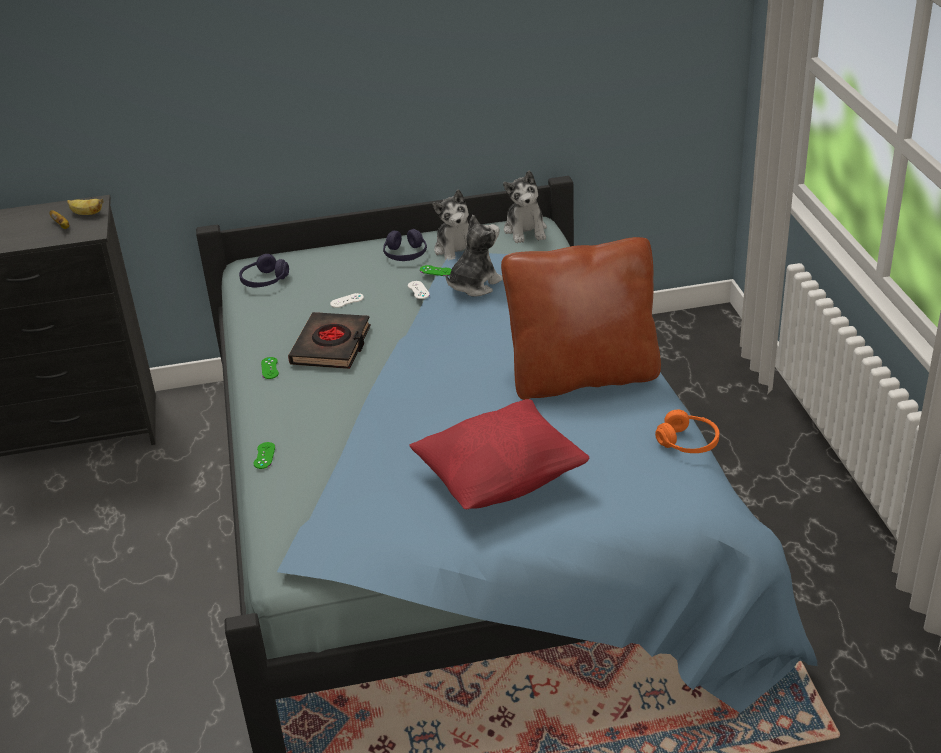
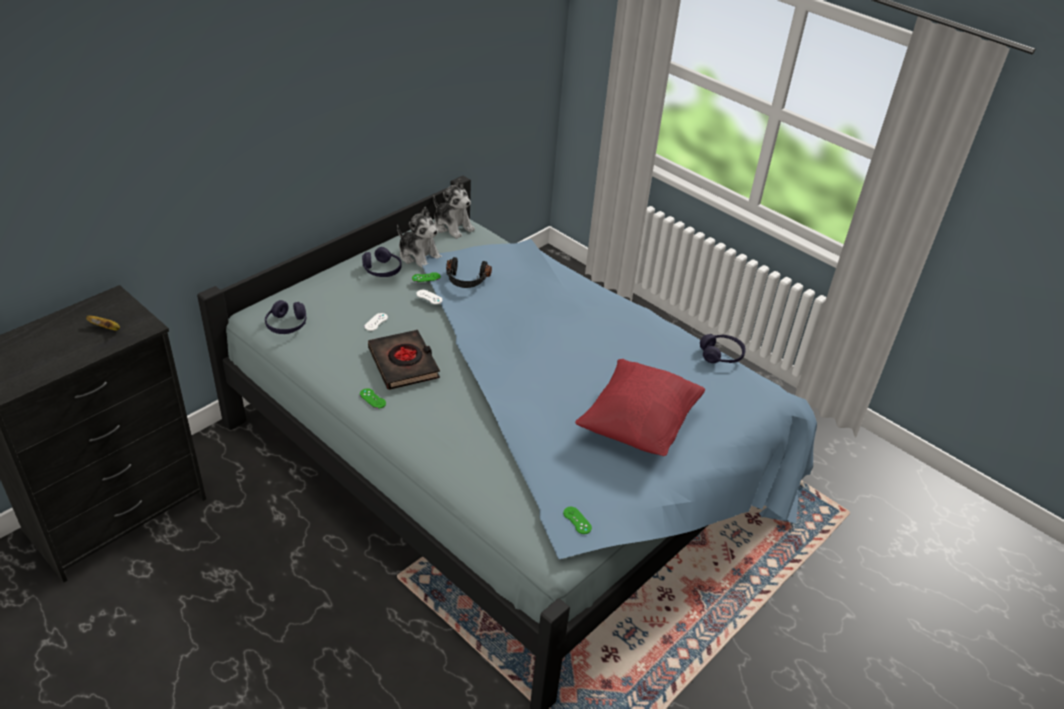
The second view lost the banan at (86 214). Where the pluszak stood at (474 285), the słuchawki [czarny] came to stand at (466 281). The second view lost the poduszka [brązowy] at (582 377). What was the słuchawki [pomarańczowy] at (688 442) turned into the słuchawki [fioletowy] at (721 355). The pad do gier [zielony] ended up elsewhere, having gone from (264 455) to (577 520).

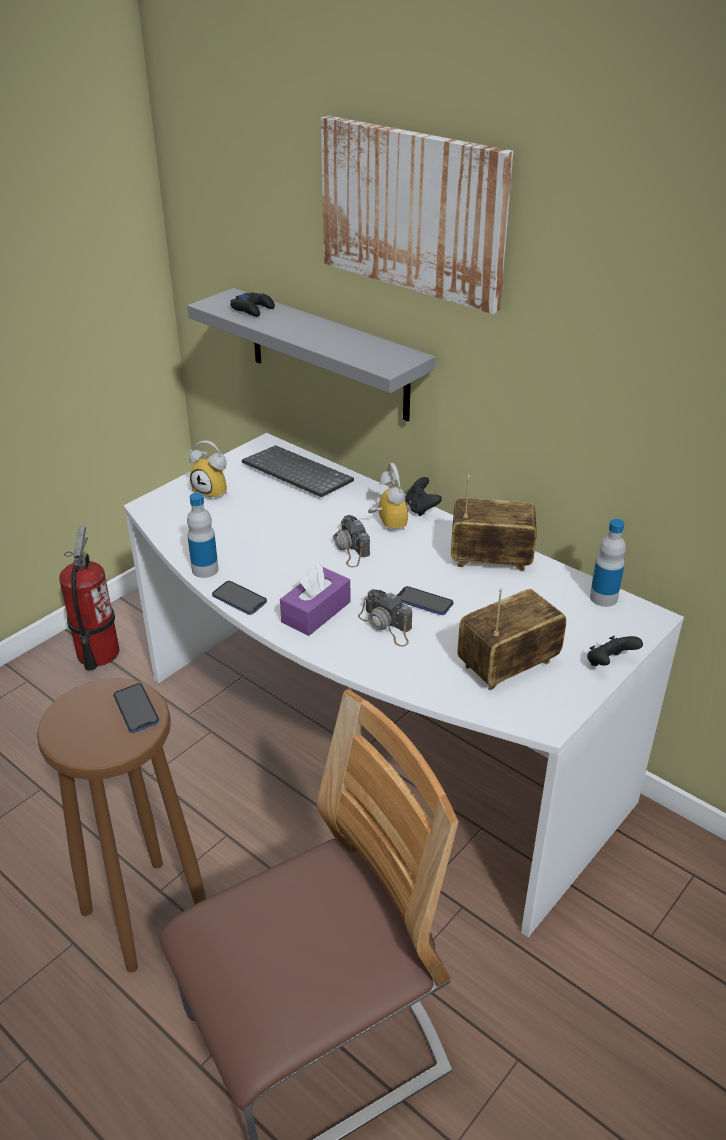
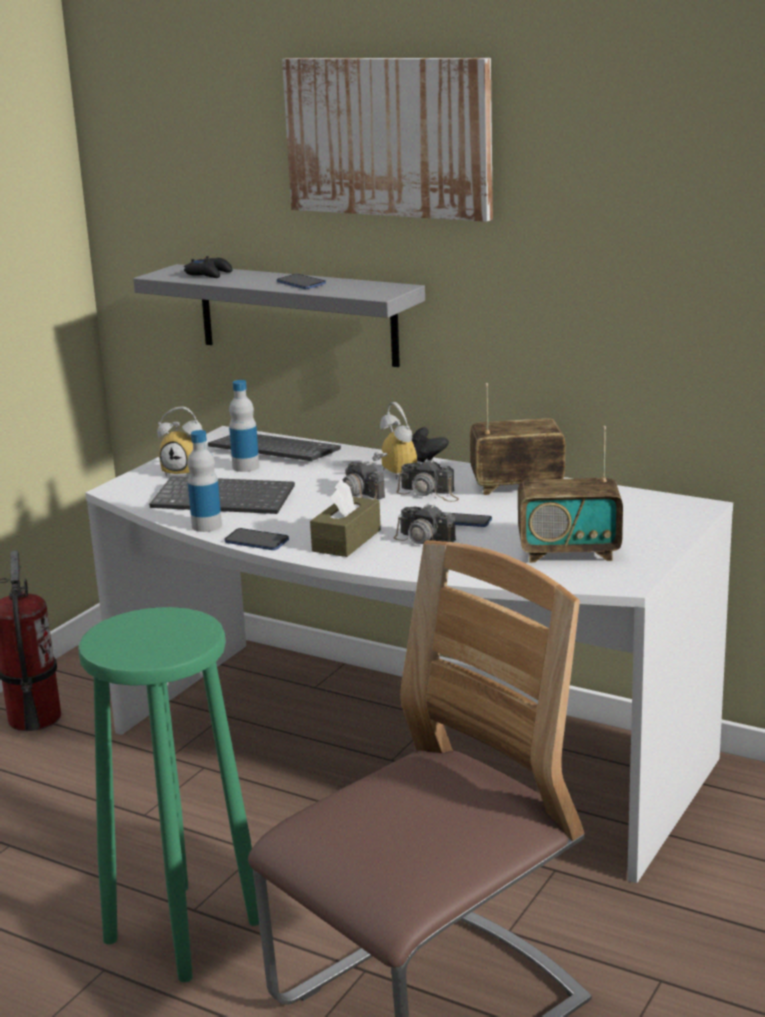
The butelka ended up elsewhere, having gone from (603 598) to (245 467). What was the pudełko chusteczek [fioletowy] at (316 612) turned into the pudełko chusteczek [brązowy] at (346 540). The radio at (508 666) ended up facing another way, 135 degrees counterclockwise from before. The second view lost the pad do gier [czarny] at (609 664). What was the stołek [brązowy] at (144 912) turned into the stołek [zielony] at (182 930). The telefon ended up elsewhere, having gone from (136 709) to (301 283). The second view gained the aparat fotograficzny at (429 493). The second view gained the klawiatura at (225 498).

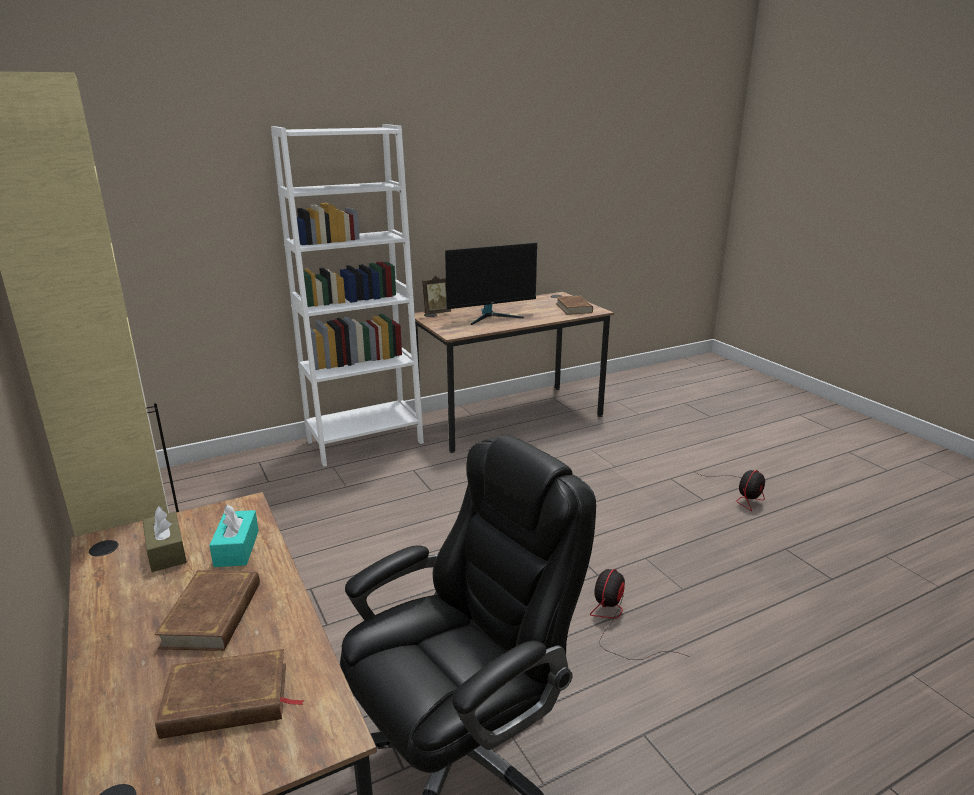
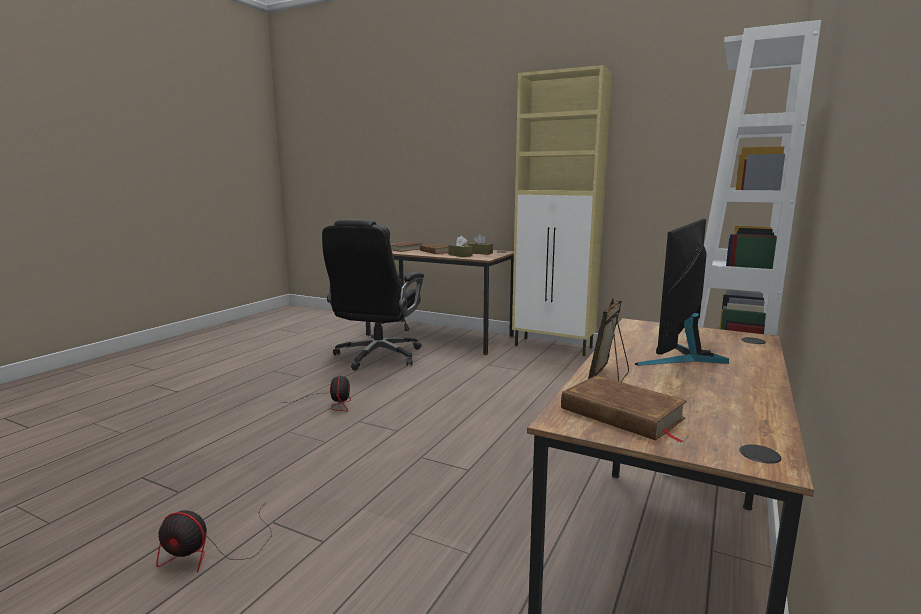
The ramka na zdjęcie ended up elsewhere, having gone from (436 313) to (609 376). The wentylator at (742 494) ended up facing another way, 90 degrees counterclockwise from before. What was the pudełko chusteczek [turkusowy] at (237 548) turned into the pudełko chusteczek [brązowy] at (460 255).

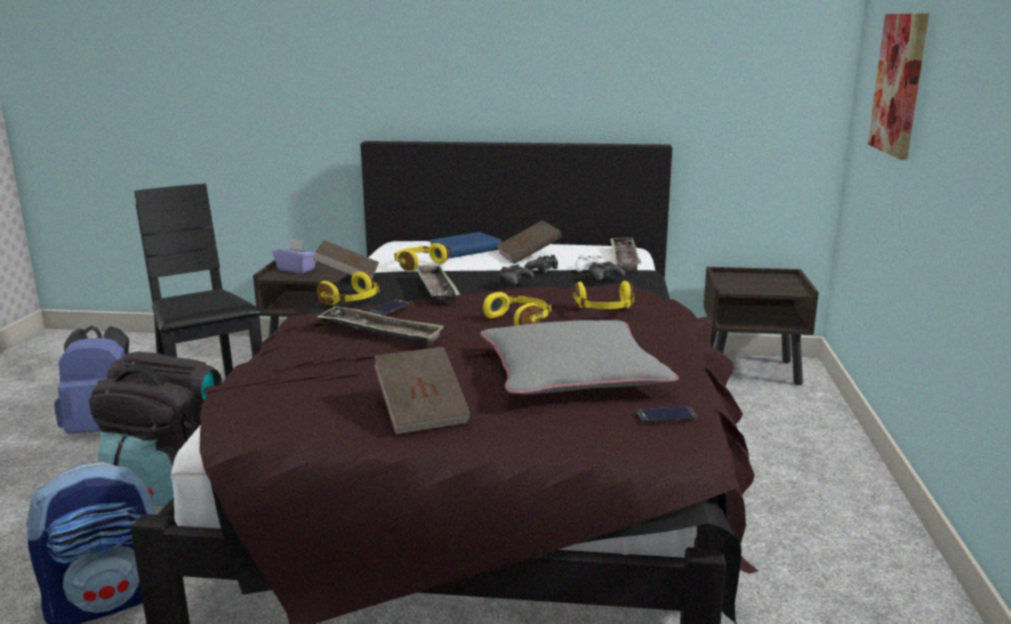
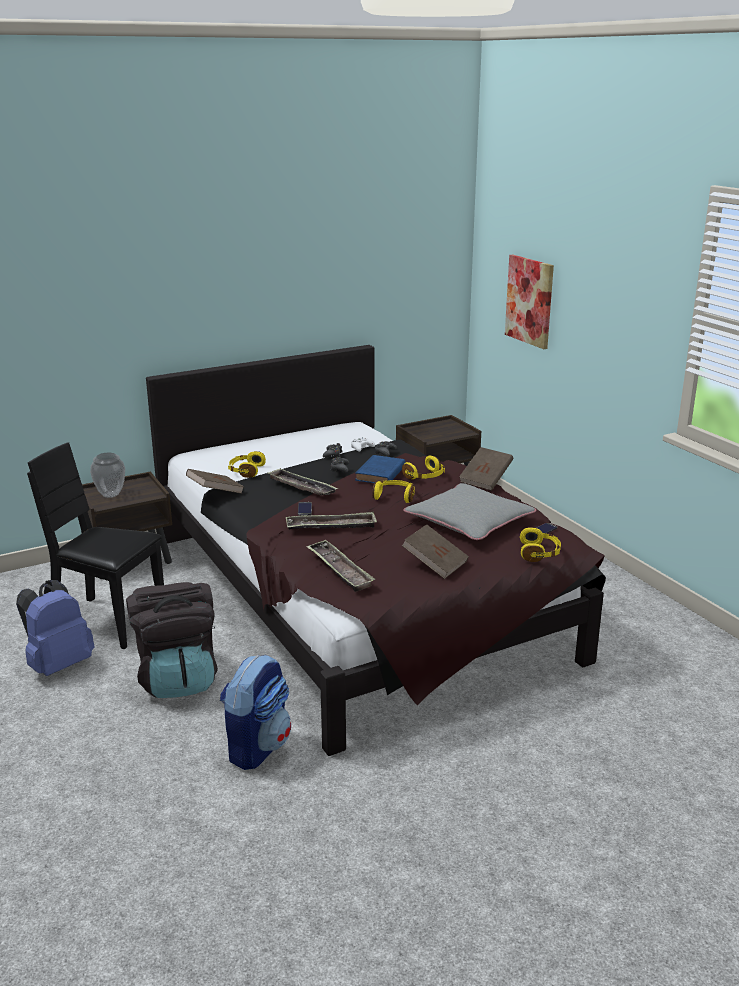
The książka [brązowy] ended up elsewhere, having gone from (528 256) to (485 480). The książka [niebieski] ended up elsewhere, having gone from (463 250) to (380 474). The taca ended up elsewhere, having gone from (624 258) to (339 570). Where the pudełko chusteczek [fioletowy] stood at (296 270), the wazon came to stand at (110 495). The słuchawki [żółty] ended up elsewhere, having gone from (352 301) to (539 553).

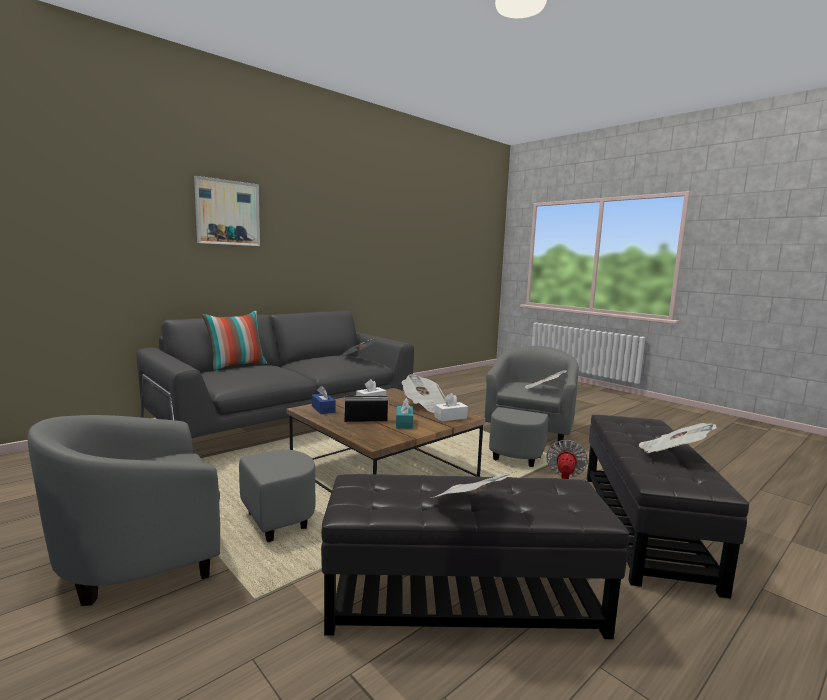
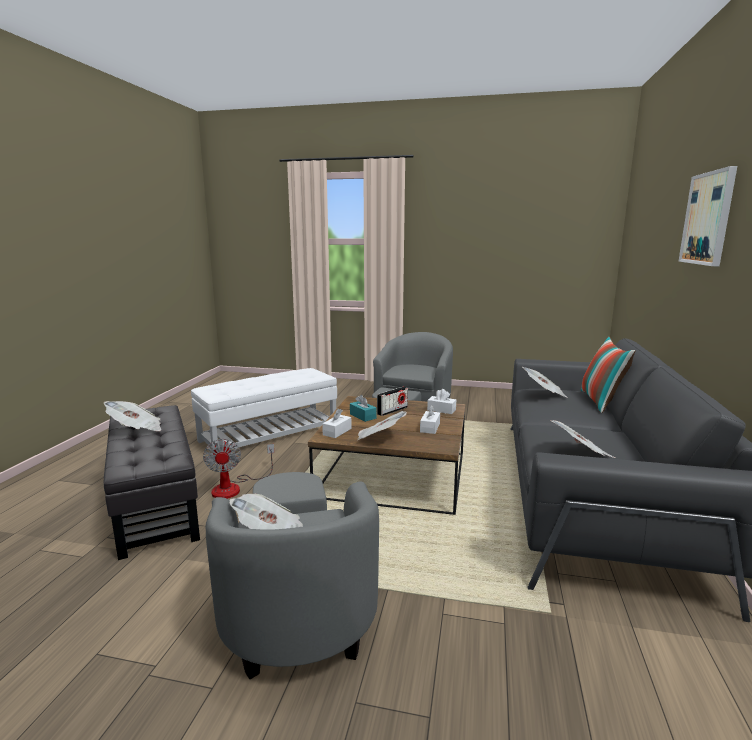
What was the pudełko chusteczek [niebieski] at (323 409) turned into the pudełko chusteczek [biały] at (441 410). The gazeta ended up elsewhere, having gone from (470 506) to (544 393). What was the pufa [czarny] at (463 600) turned into the pufa [biały] at (269 433).

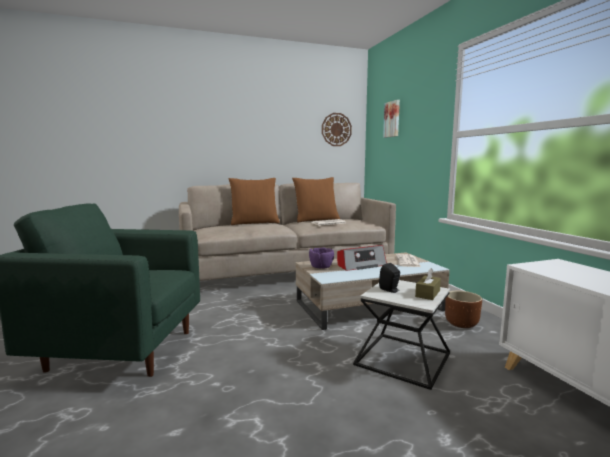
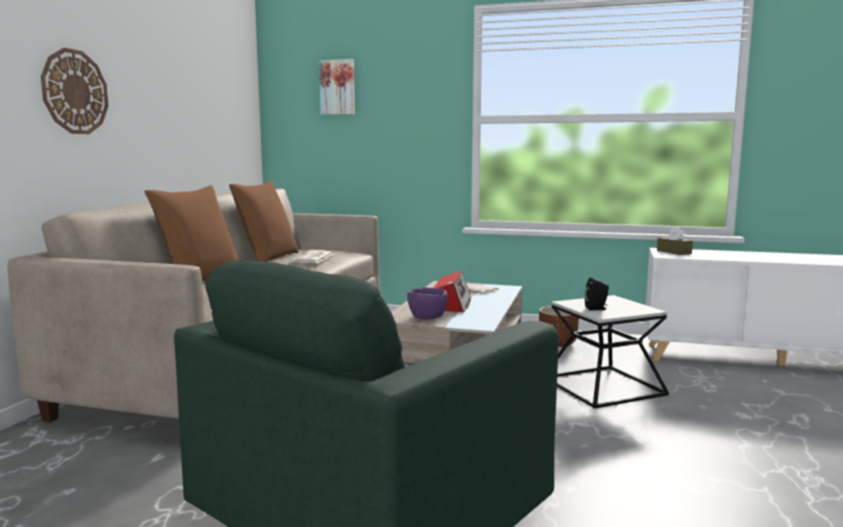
The zegar ścienny ended up elsewhere, having gone from (336 129) to (75 92). The pudełko chusteczek [brązowy] ended up elsewhere, having gone from (427 293) to (674 252).

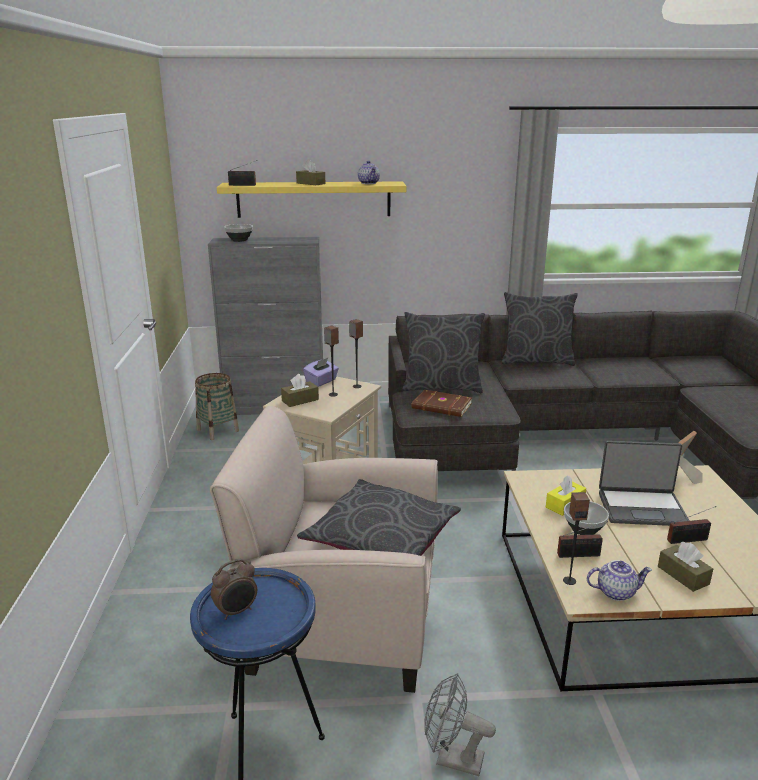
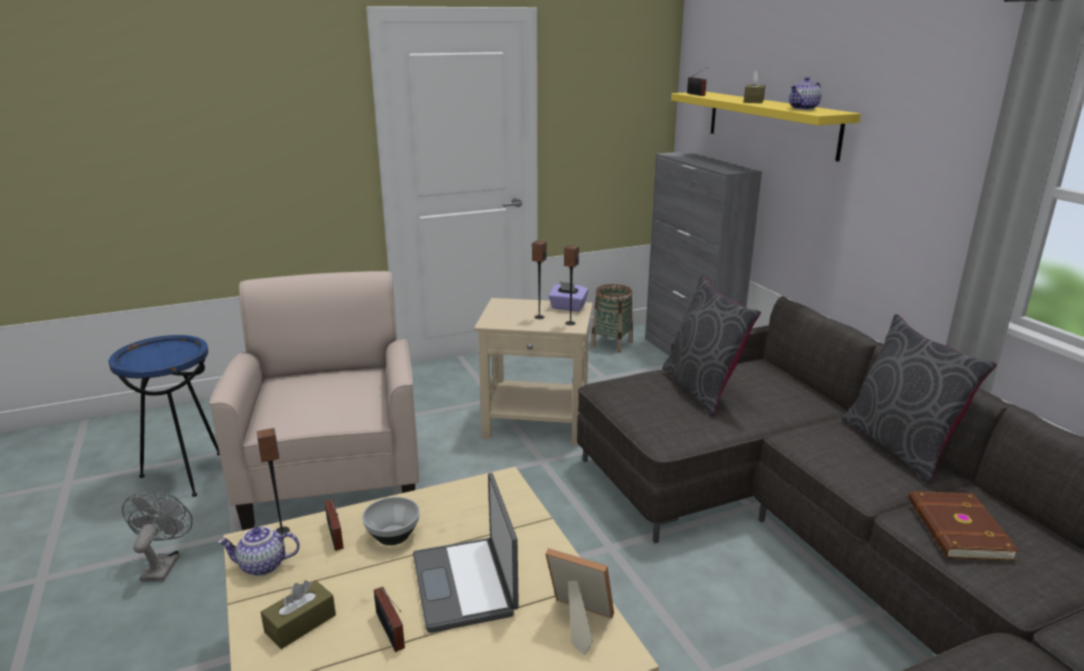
The second view lost the miska at (239 240). The second view lost the pudełko chusteczek [brązowy] at (300 400). The książka [brązowy] ended up elsewhere, having gone from (441 406) to (956 529). The second view lost the pudełko chusteczek [żółty] at (565 504). The second view lost the poduszka [szary] at (381 538). The second view lost the budzik at (237 611). The imbryk at (616 592) ended up facing another way, 105 degrees clockwise from before.

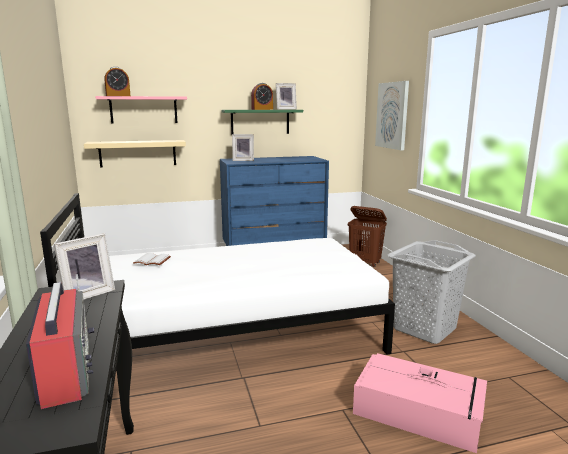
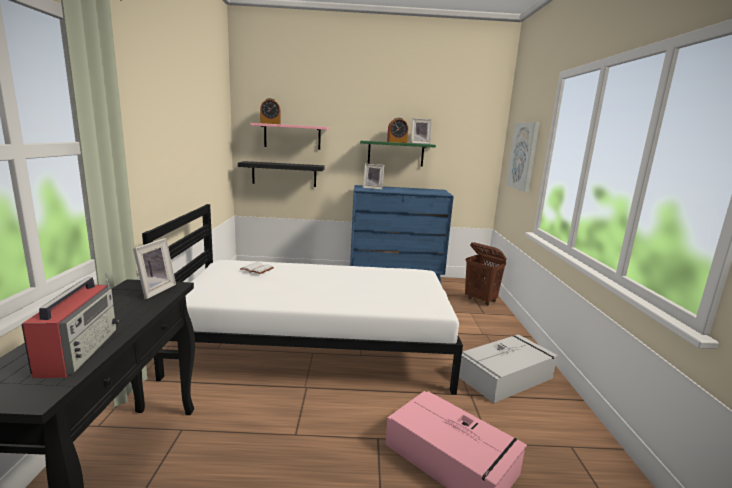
What was the półka [beżowy] at (138 153) turned into the półka [czarny] at (284 174). The ramka na zdjęcie at (87 294) ended up facing another way, 45 degrees counterclockwise from before. Where the kosz na pranie [szary] stood at (425 328), the pojemnik do przechowywania [szary] came to stand at (506 376).

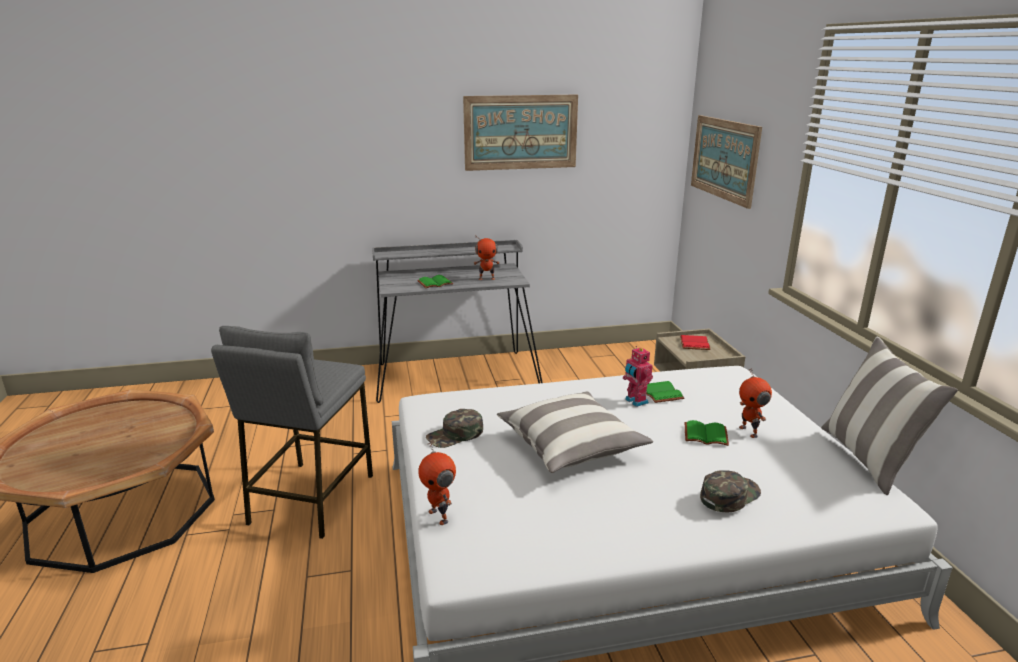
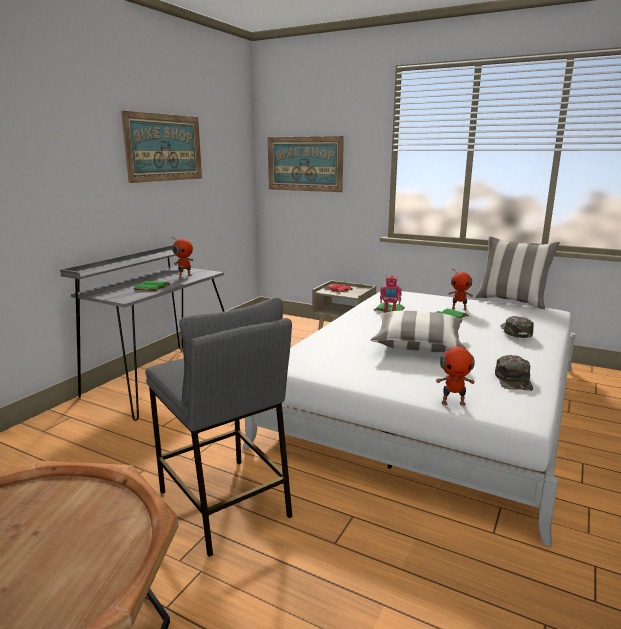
The czapka z daszkiem [zielony] ended up elsewhere, having gone from (455 435) to (514 380).

